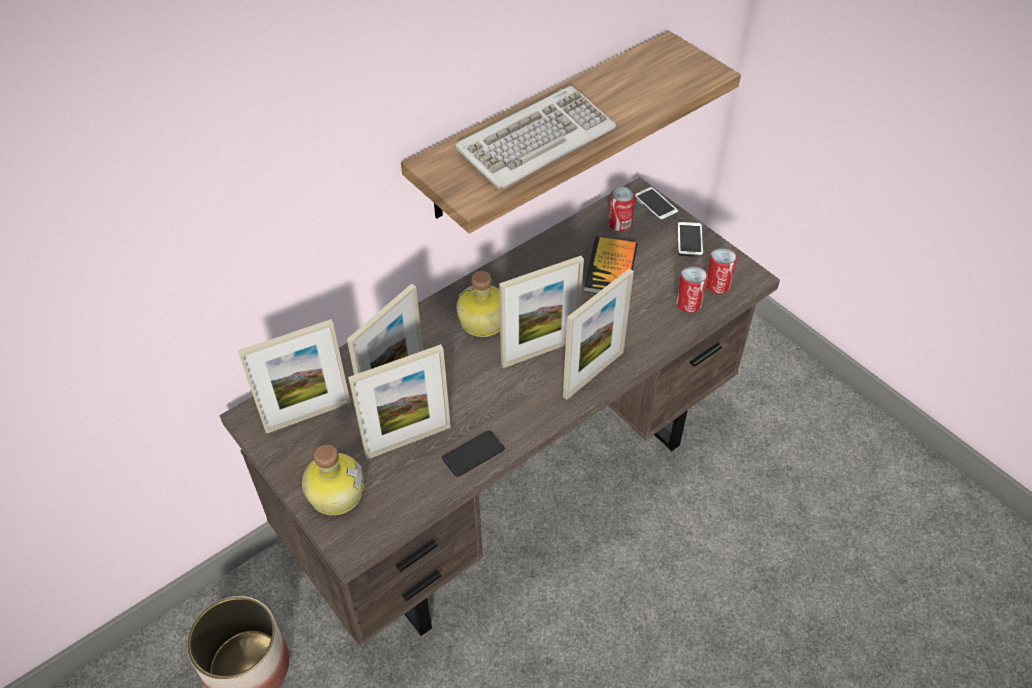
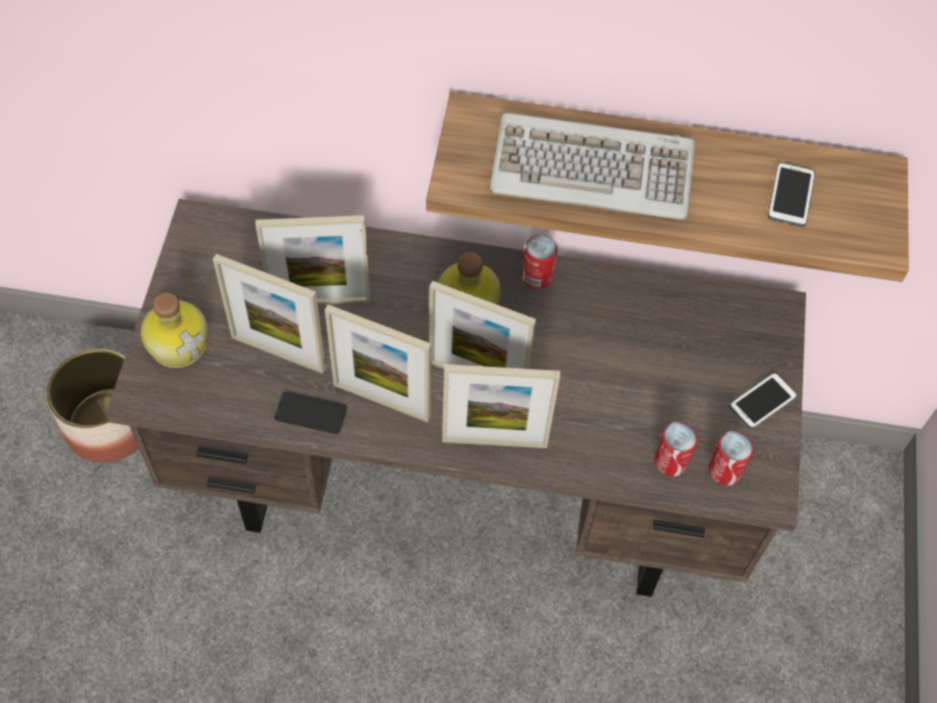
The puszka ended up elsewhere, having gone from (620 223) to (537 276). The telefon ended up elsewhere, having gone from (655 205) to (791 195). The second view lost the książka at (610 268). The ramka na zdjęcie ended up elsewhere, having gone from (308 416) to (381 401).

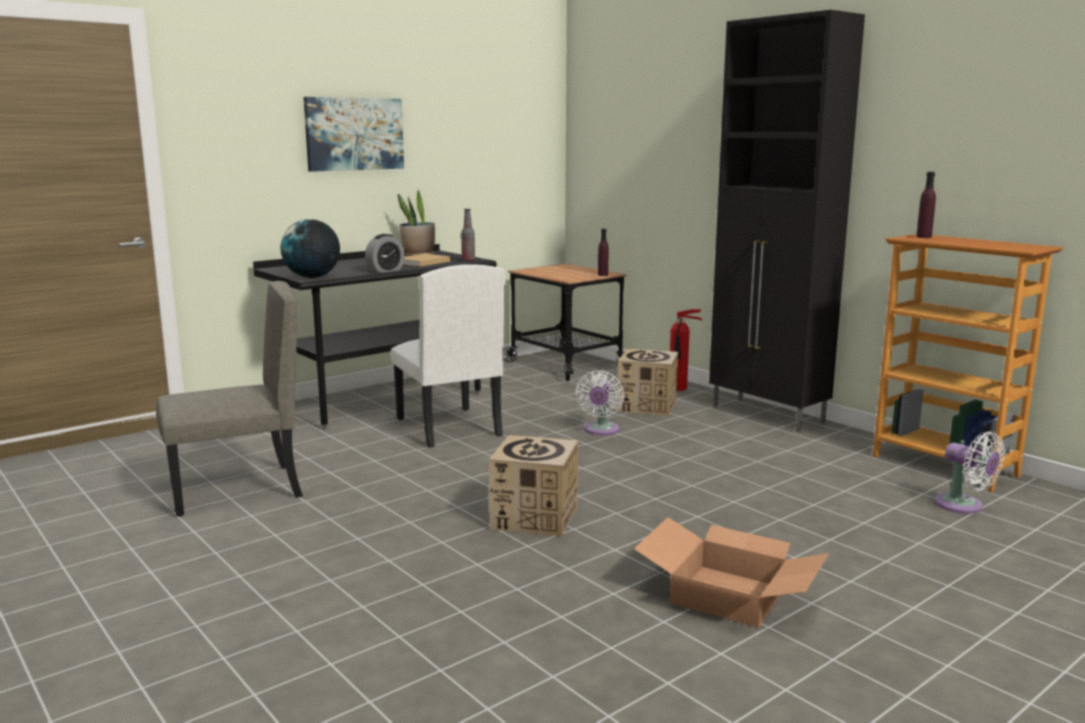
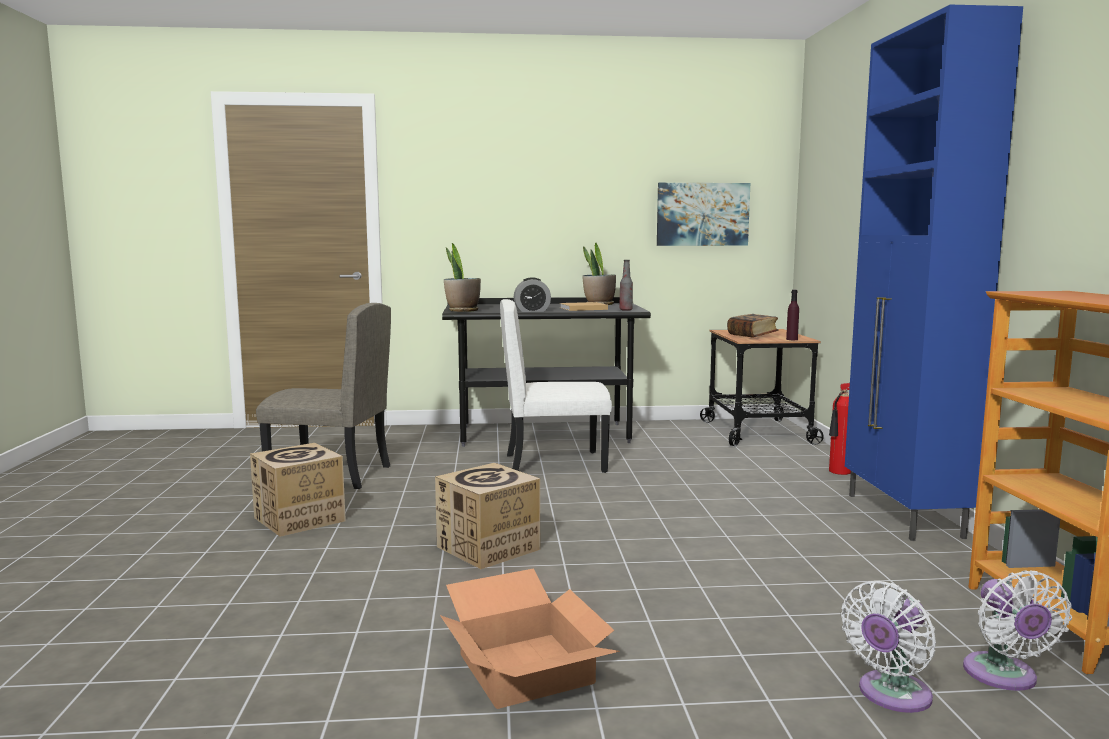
What was the szafka [czarny] at (768 415) turned into the szafka [niebieski] at (903 516). The obraz ended up elsewhere, having gone from (354 134) to (702 214). The second view lost the butelka [fioletowy] at (923 237). Where the globus stood at (312 277), the roślina doniczkowa came to stand at (462 311). The krzesło [biały] at (447 427) ended up facing another way, 75 degrees clockwise from before. The karton ended up elsewhere, having gone from (647 406) to (299 519). The wentylator [biały] ended up elsewhere, having gone from (600 430) to (891 695). The second view gained the książka at (752 336).

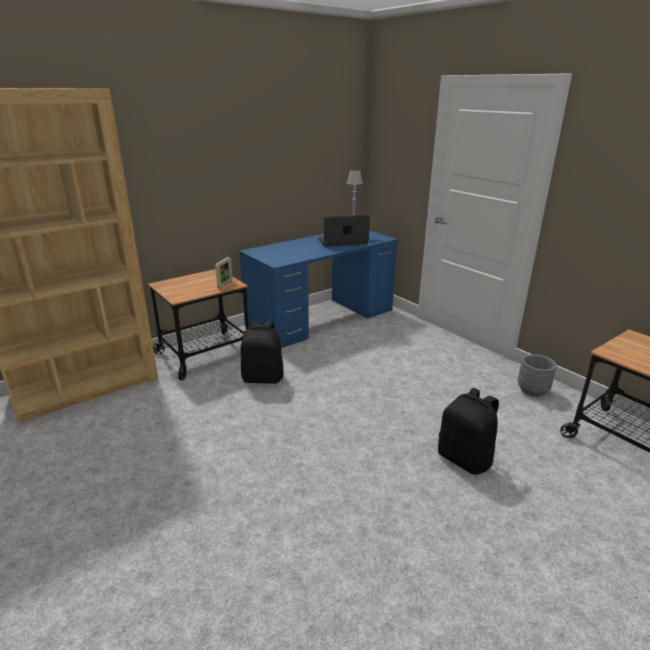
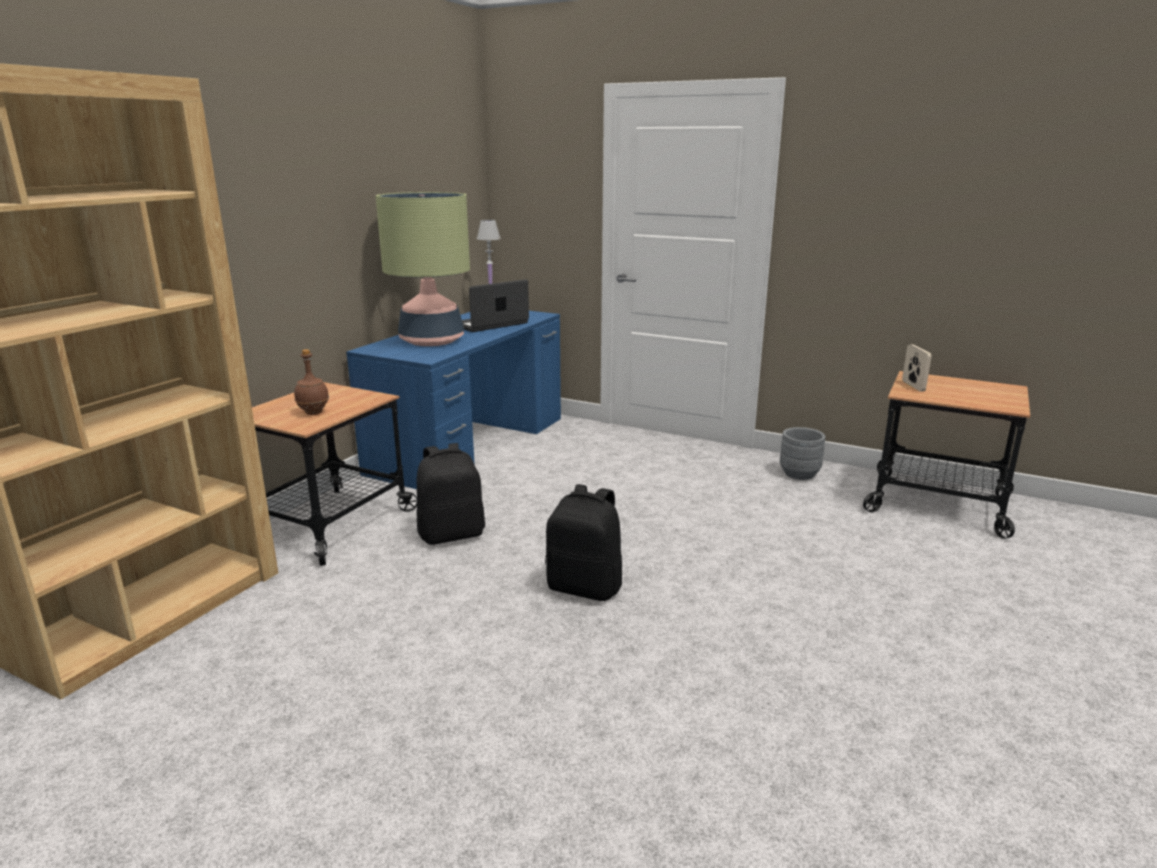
The ramka na zdjęcie ended up elsewhere, having gone from (225 284) to (913 386). The plecak [czarny] ended up elsewhere, having gone from (465 459) to (585 587). The second view gained the lampa stołowa at (431 340). The second view gained the butelka [brązowy] at (314 413).

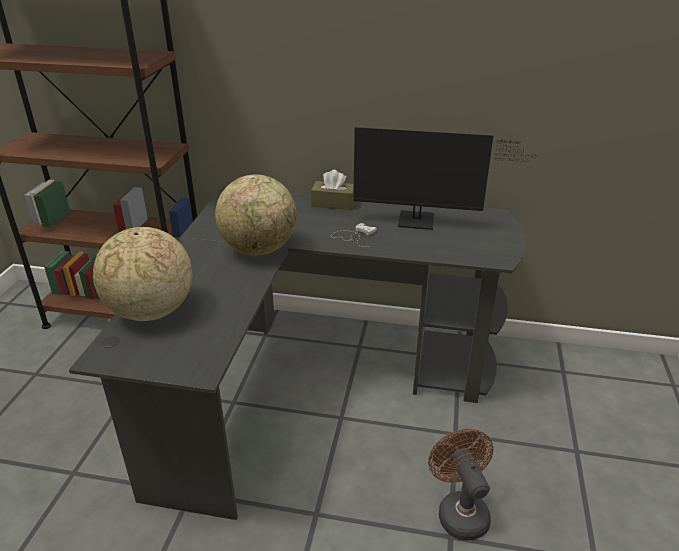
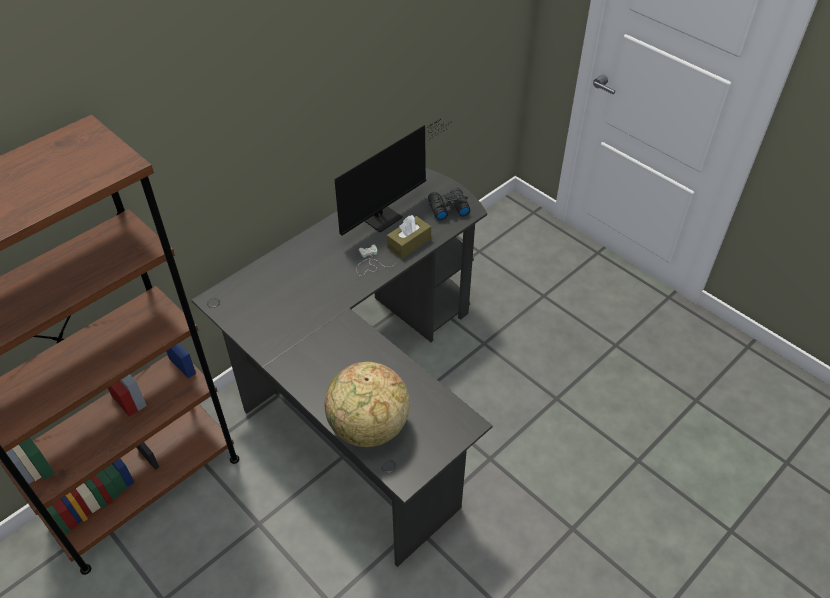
The pudełko chusteczek [brązowy] ended up elsewhere, having gone from (333 203) to (409 243). The second view lost the globus at (259 249). The second view lost the wentylator [brązowy] at (459 511). The second view gained the lornetka [czarny] at (447 208).

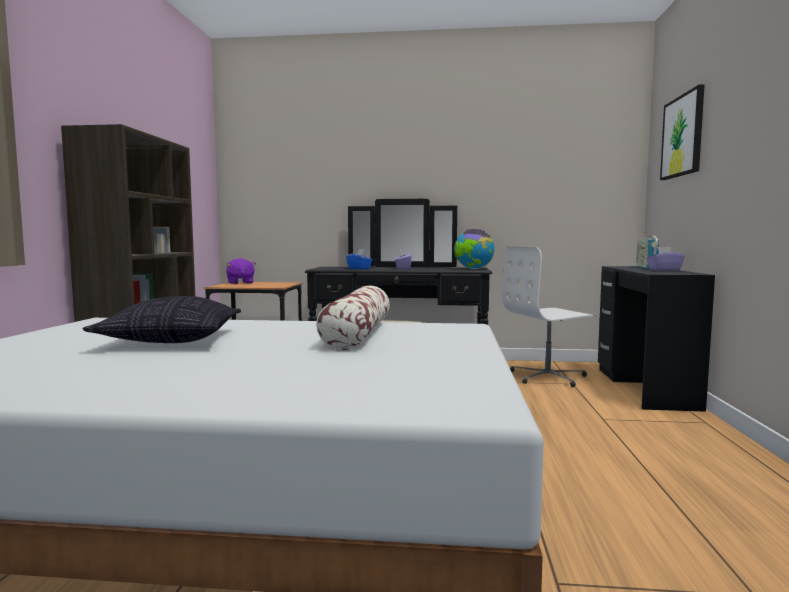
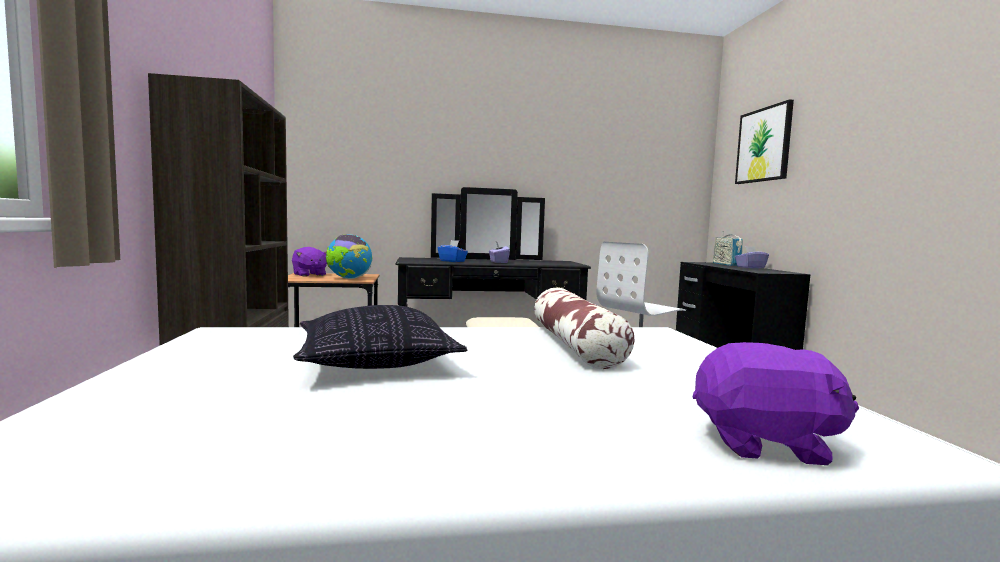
The globus ended up elsewhere, having gone from (473 269) to (349 278). The second view gained the pluszak [fioletowy] at (765 444).

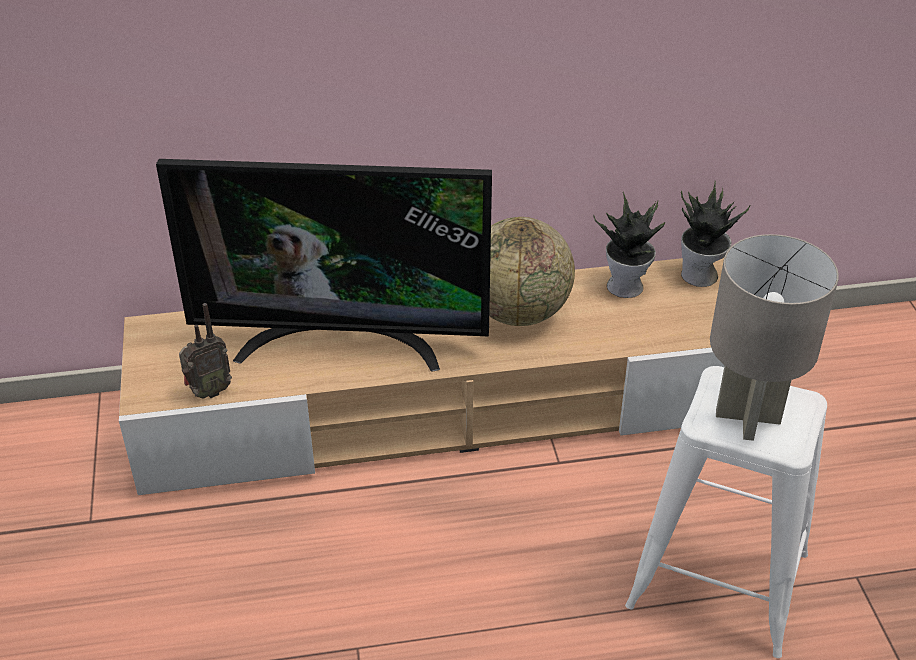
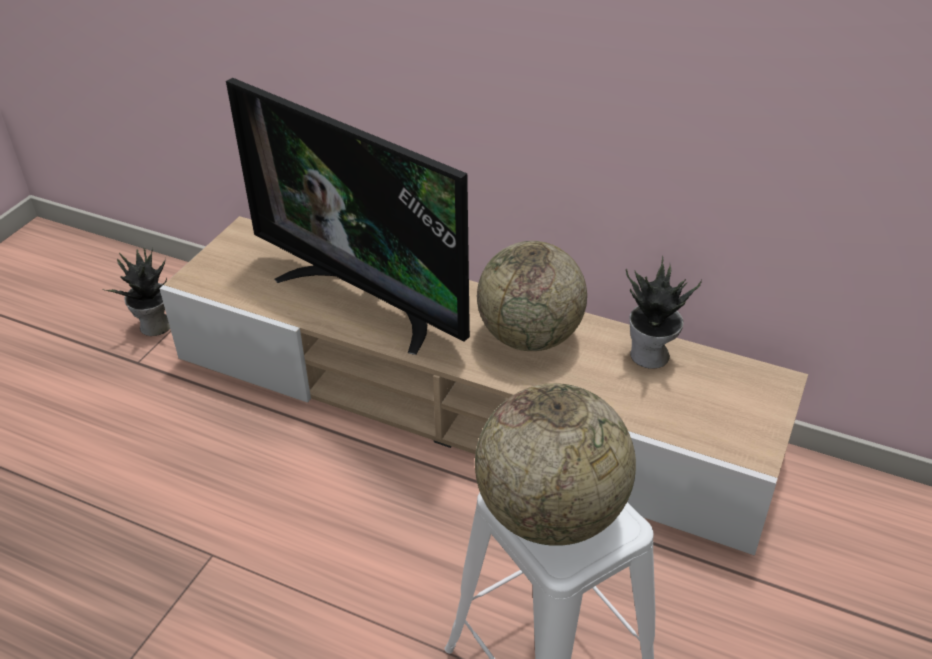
The roślina doniczkowa ended up elsewhere, having gone from (700 276) to (155 326). Where the lampa stołowa [szary] stood at (749 418), the globus came to stand at (551 514). The second view lost the radio at (208 392).

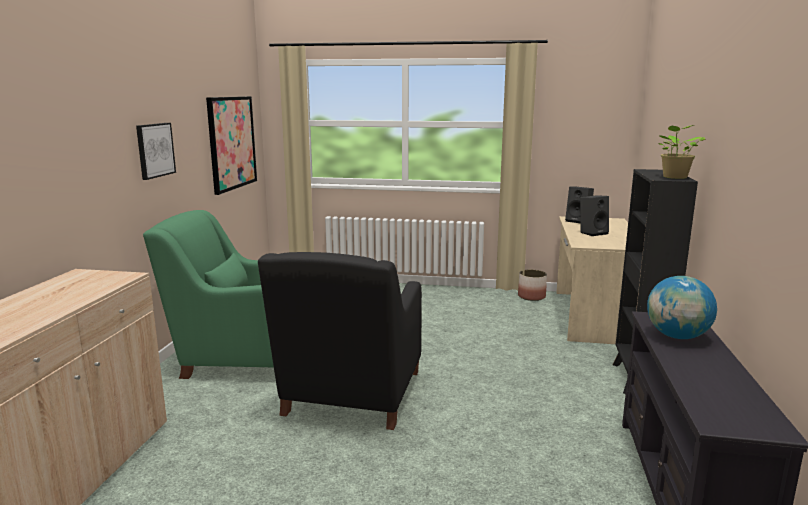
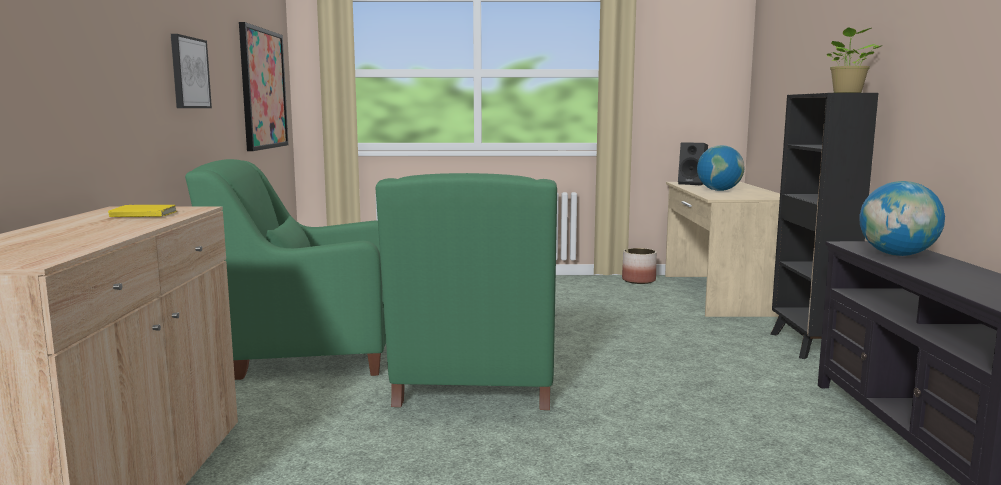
Where the głośnik [czarny] stood at (593 233), the globus came to stand at (719 190). What was the fotel [czarny] at (351 396) turned into the fotel [zielony] at (475 382). The second view gained the książka [żółty] at (142 215).

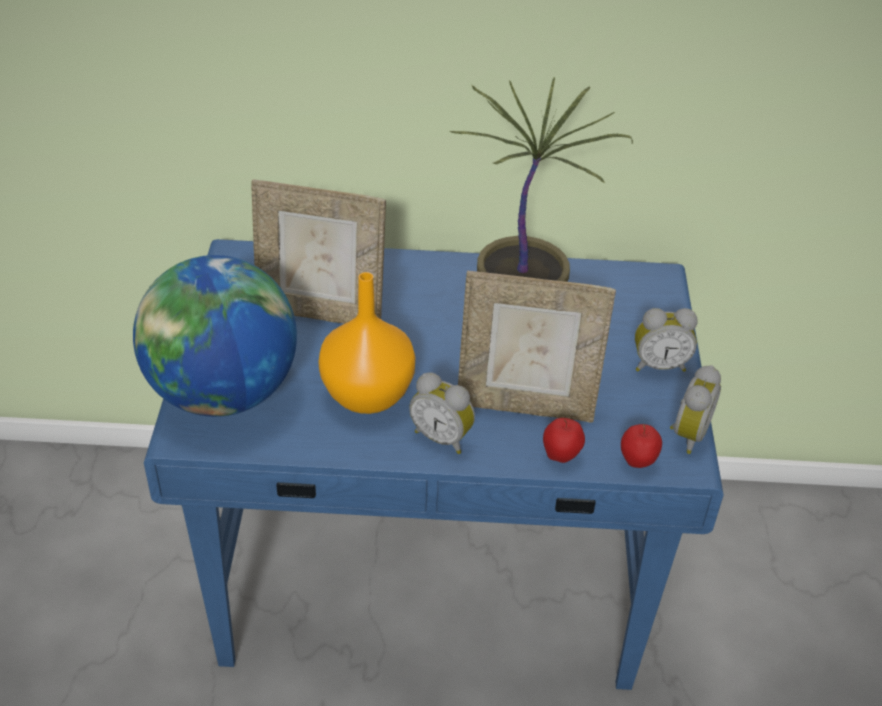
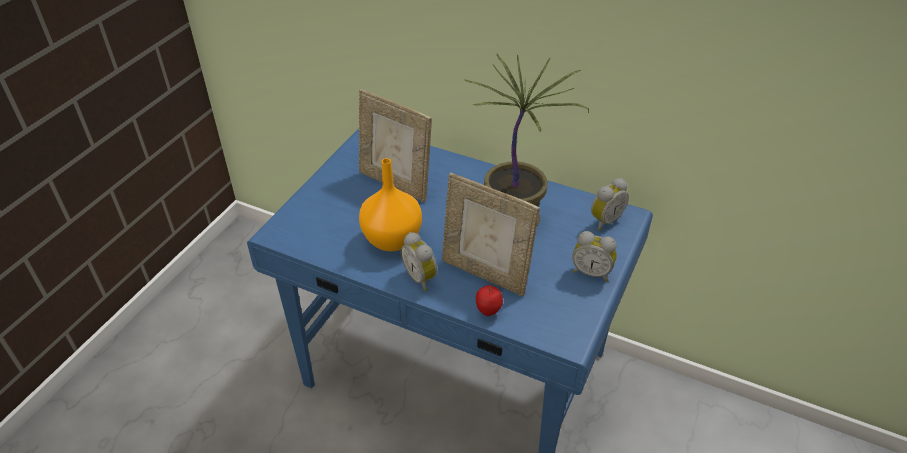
The second view lost the globus at (223 393). The budzik ended up elsewhere, having gone from (686 434) to (604 220). The second view lost the jabłko at (637 463).

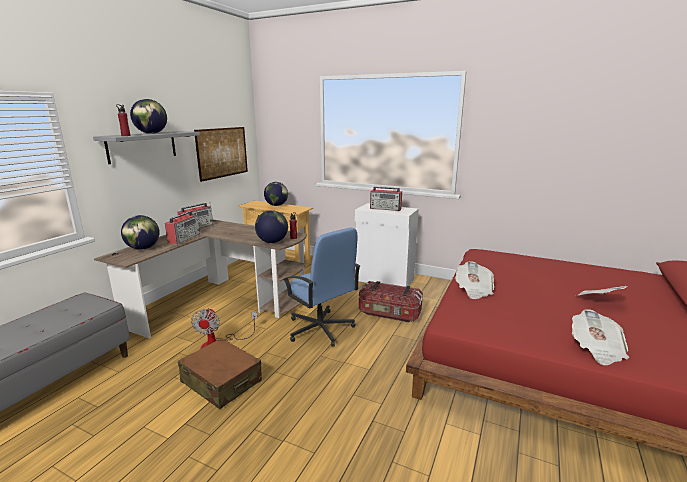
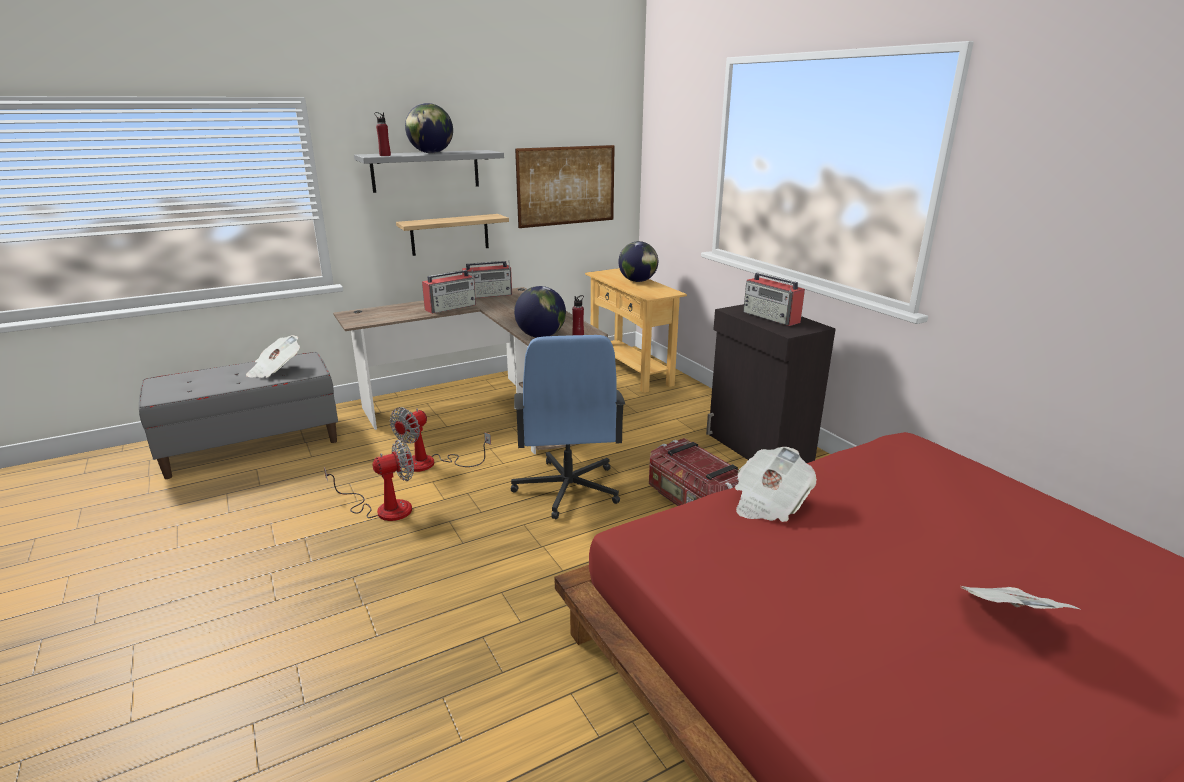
What was the szafka [biały] at (384 280) turned into the szafka [czarny] at (758 448). The second view lost the globus at (143 248). The gazeta ended up elsewhere, having gone from (596 349) to (275 370). Where the walizka [brązowy] stood at (221 382), the wentylator came to stand at (383 508). The second view gained the półka at (450 234).

